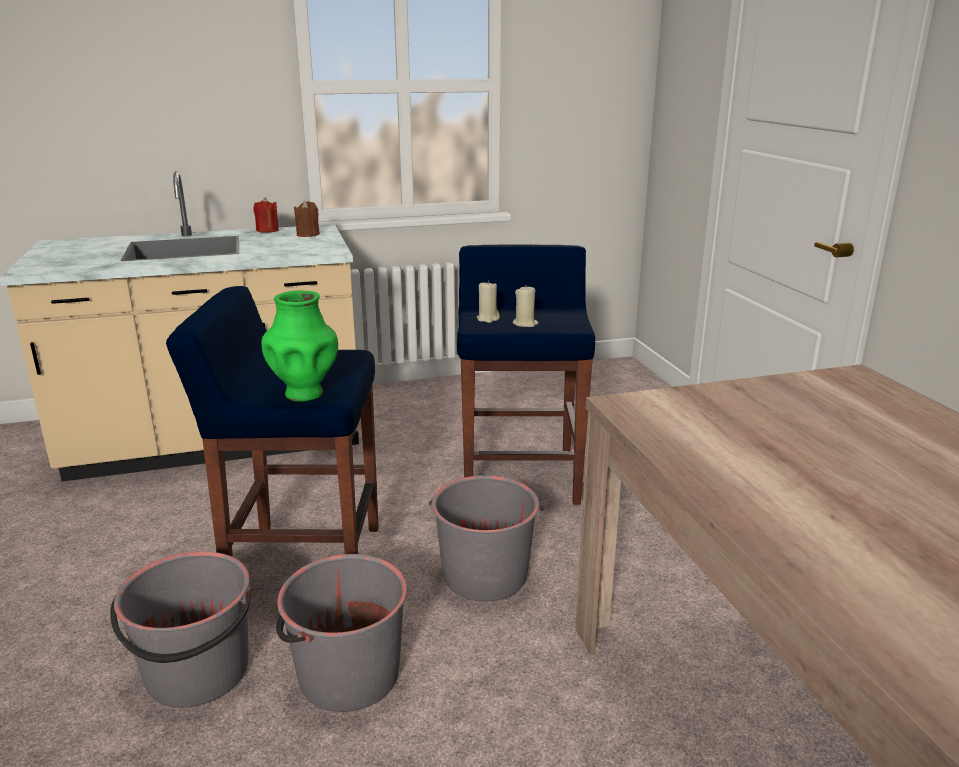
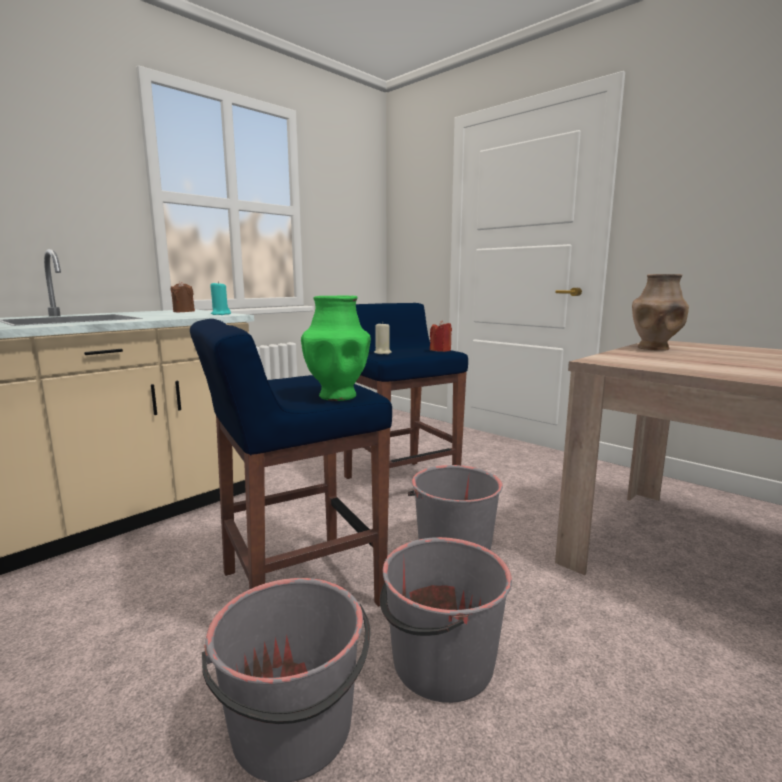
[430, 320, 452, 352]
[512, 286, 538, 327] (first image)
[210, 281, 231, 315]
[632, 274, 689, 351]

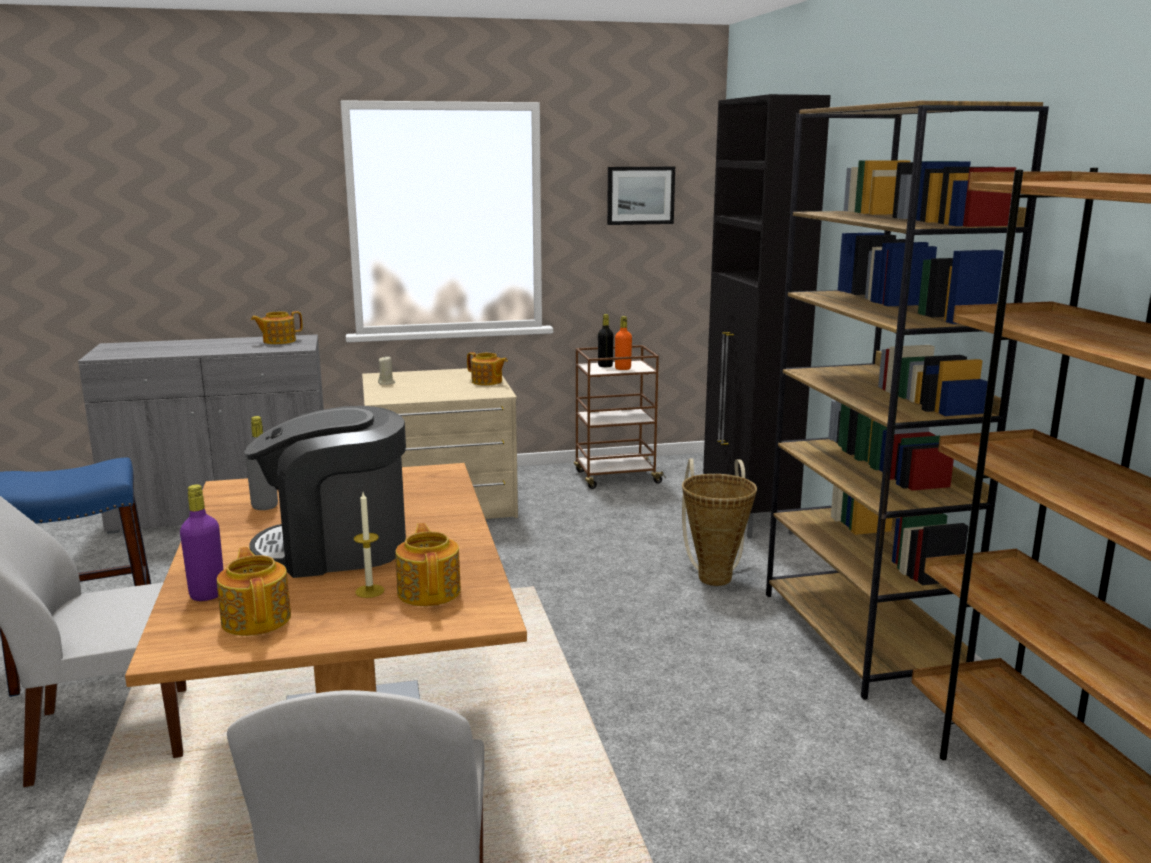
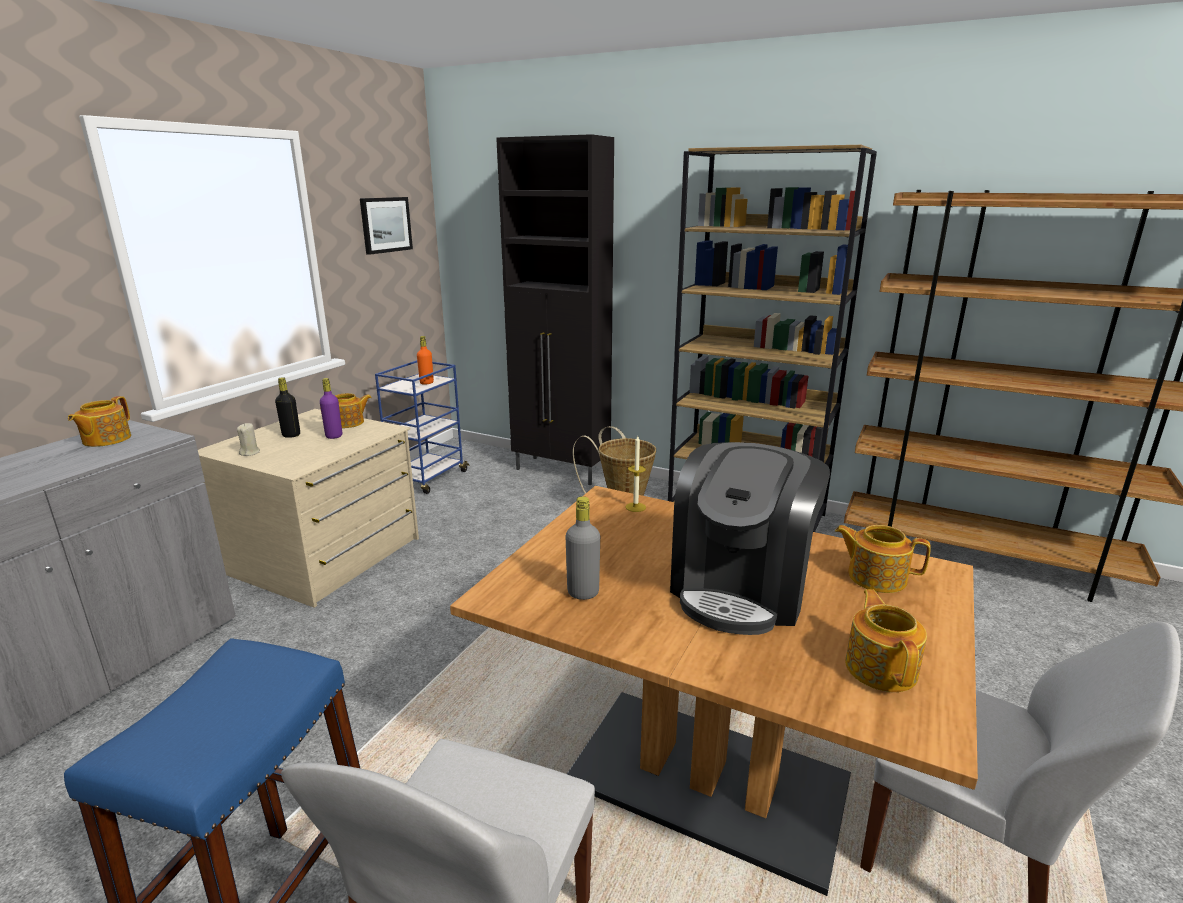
[320, 378, 342, 439]
[845, 589, 927, 692]
[626, 436, 646, 512]
[375, 360, 470, 494]
[275, 377, 300, 438]

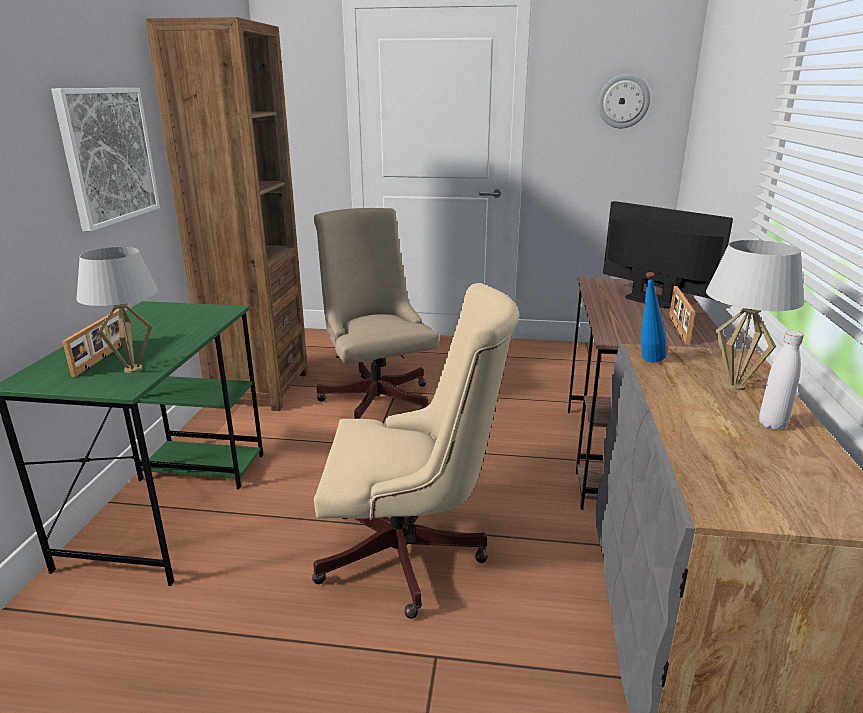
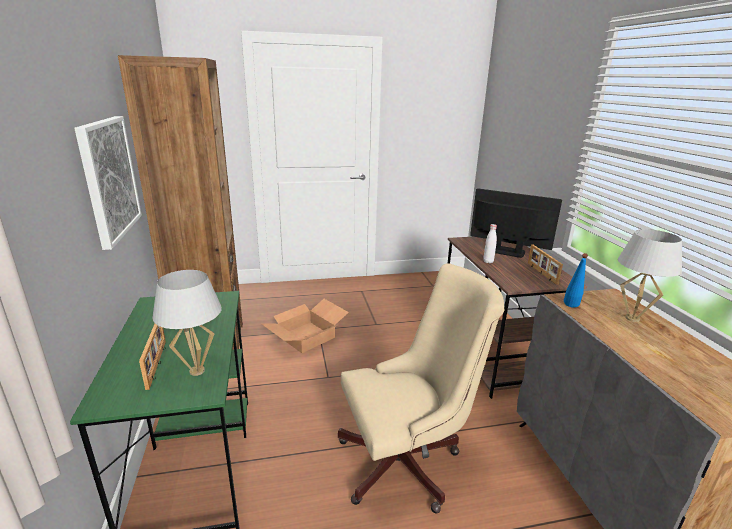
[261, 299, 349, 353]
[598, 74, 650, 128] (first image)
[483, 224, 497, 263]

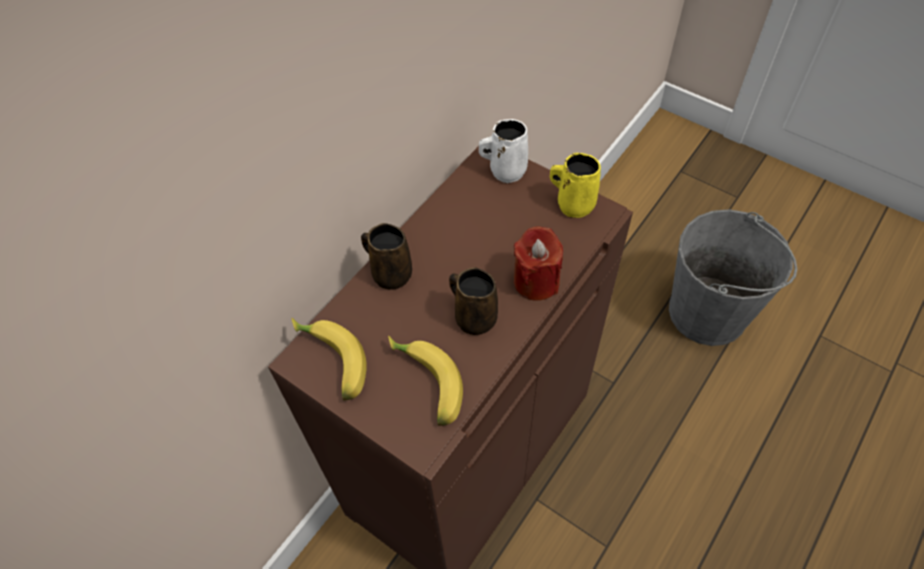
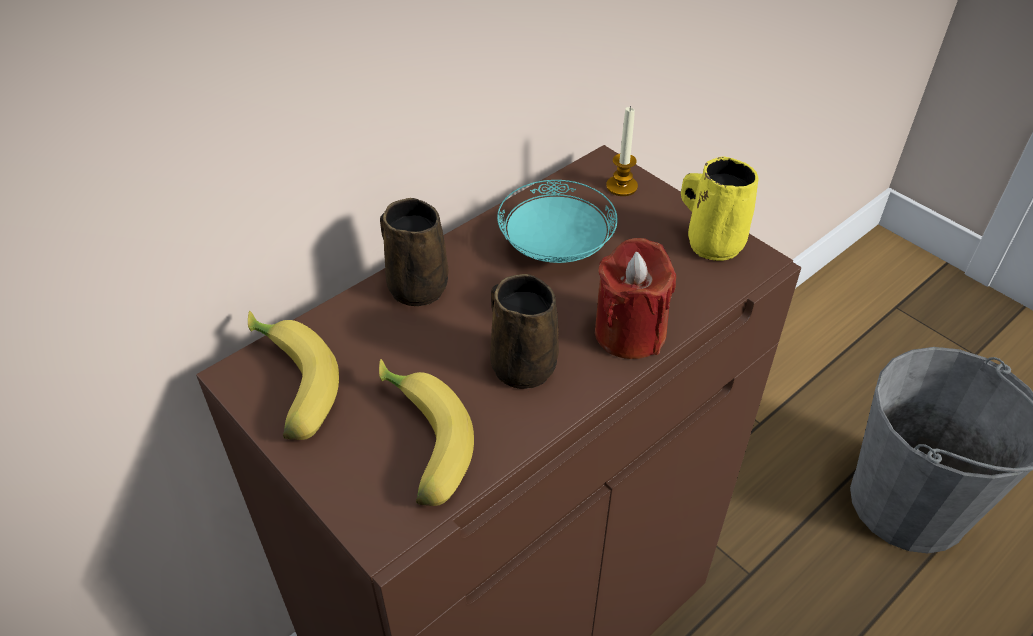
[606, 106, 638, 196]
[497, 180, 618, 263]

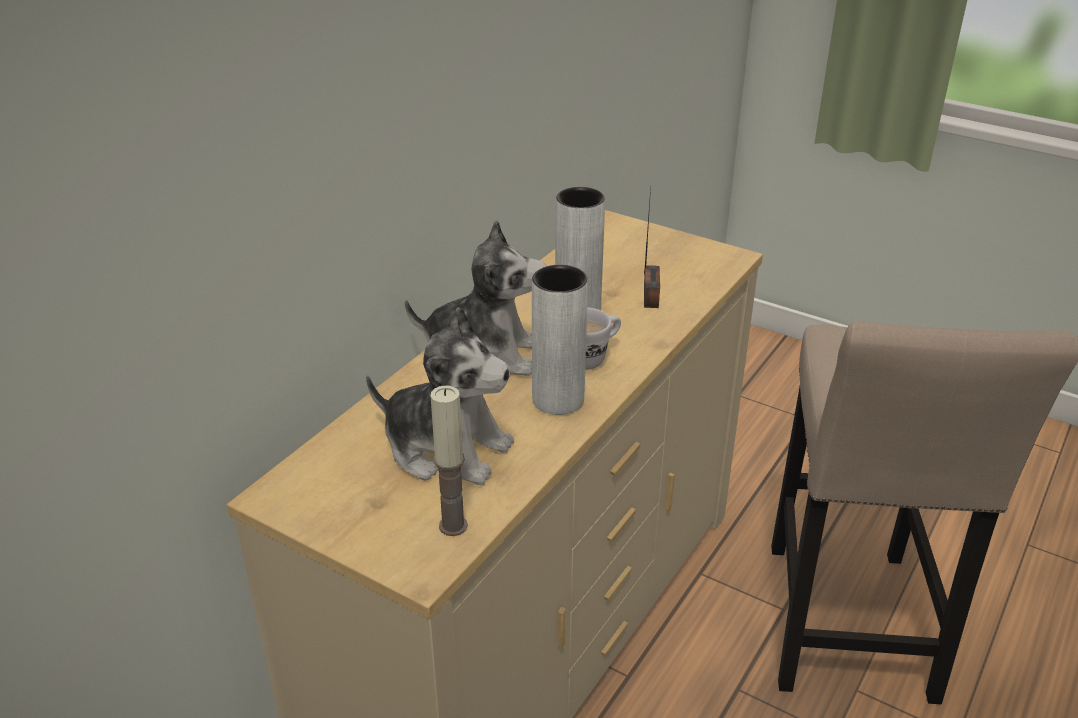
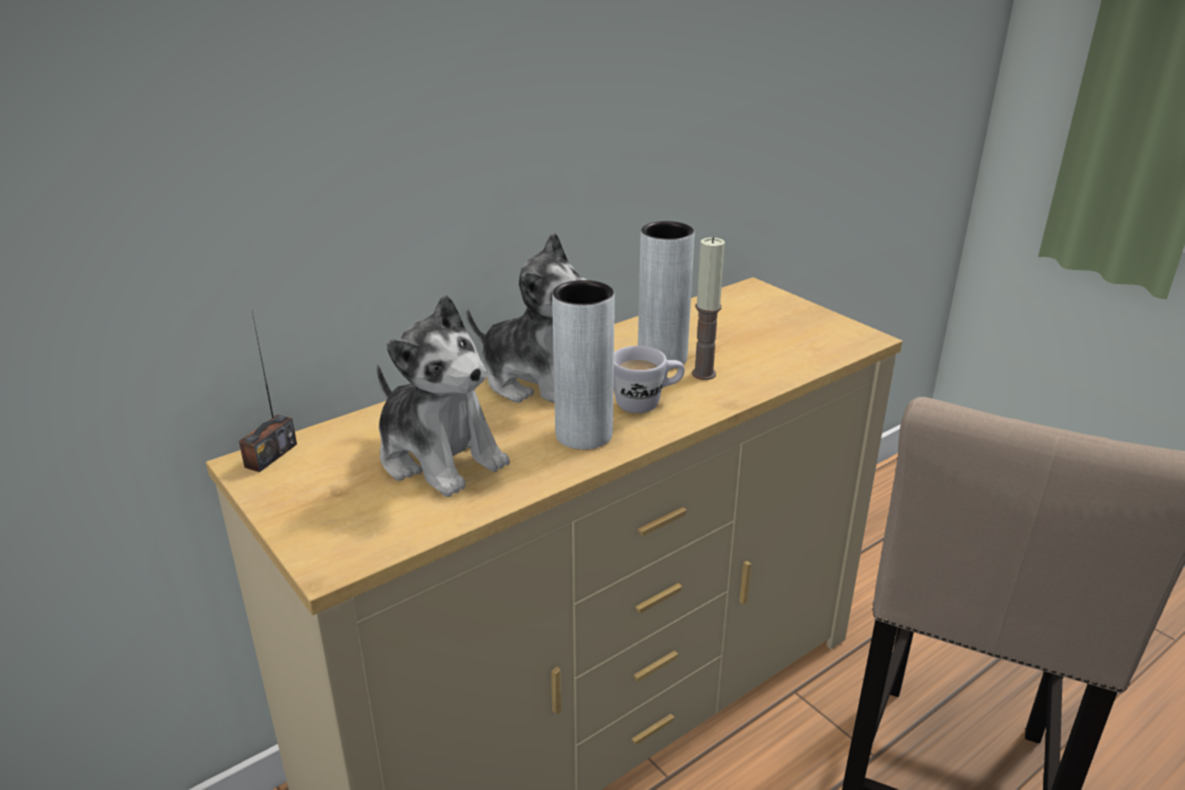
[692, 237, 725, 380]
[239, 312, 297, 472]

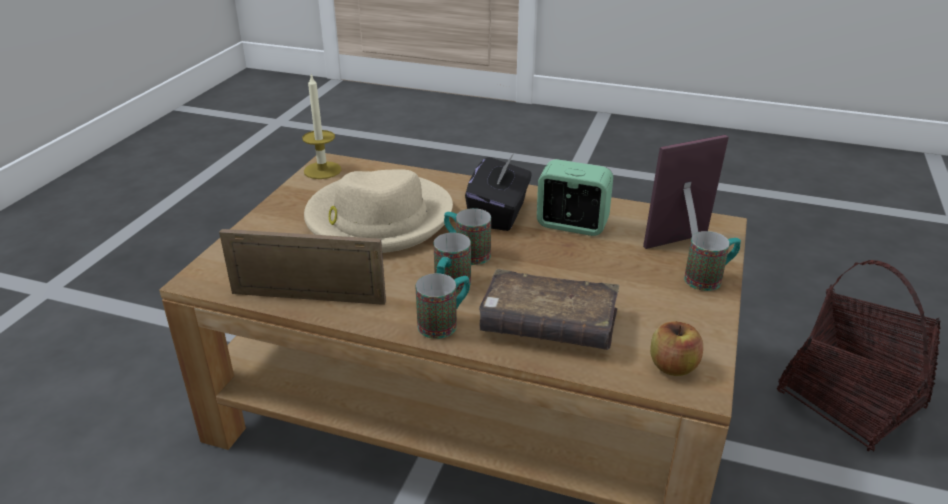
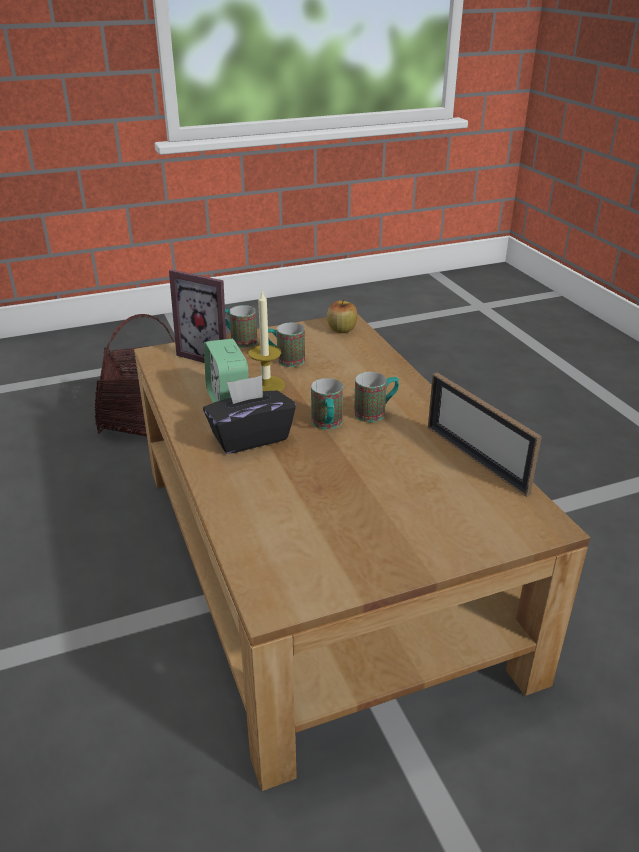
[248, 292, 285, 392]
[304, 169, 453, 253] (first image)
[268, 323, 305, 367]
[479, 269, 619, 350] (first image)

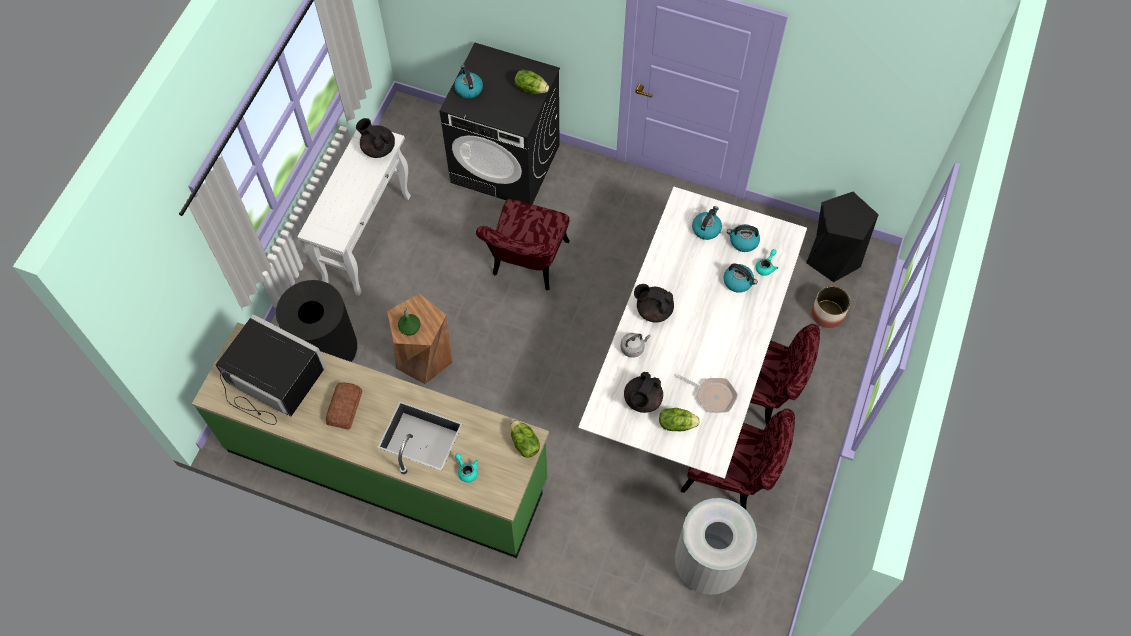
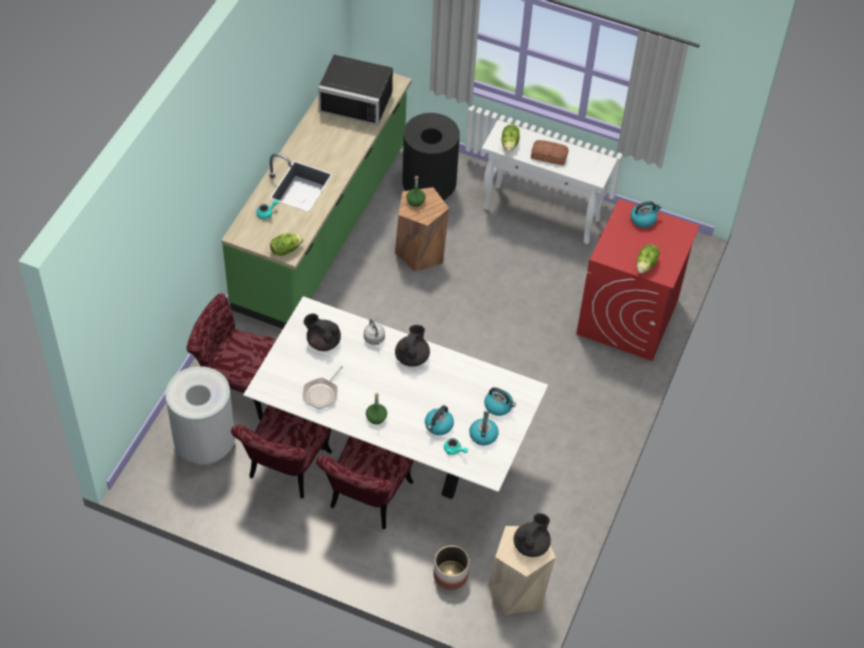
[318, 55, 393, 126]
[531, 140, 568, 165]
[513, 513, 551, 557]
[576, 199, 700, 361]
[187, 293, 276, 420]
[502, 125, 520, 153]
[488, 526, 556, 615]
[366, 393, 387, 424]

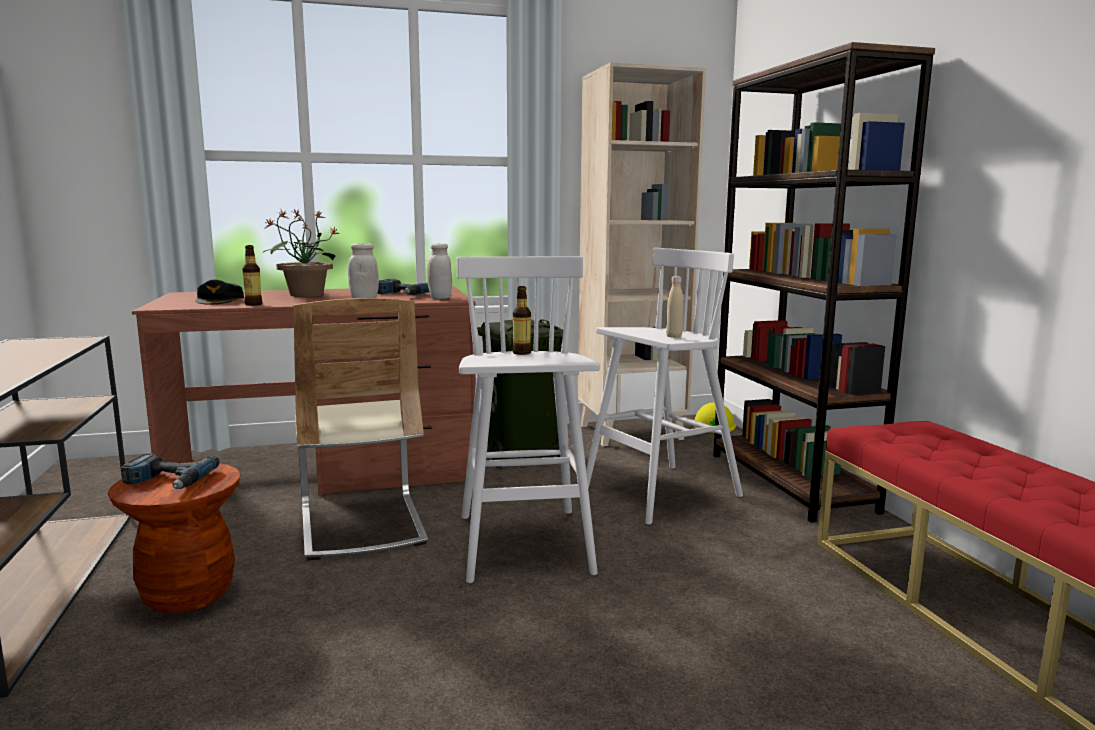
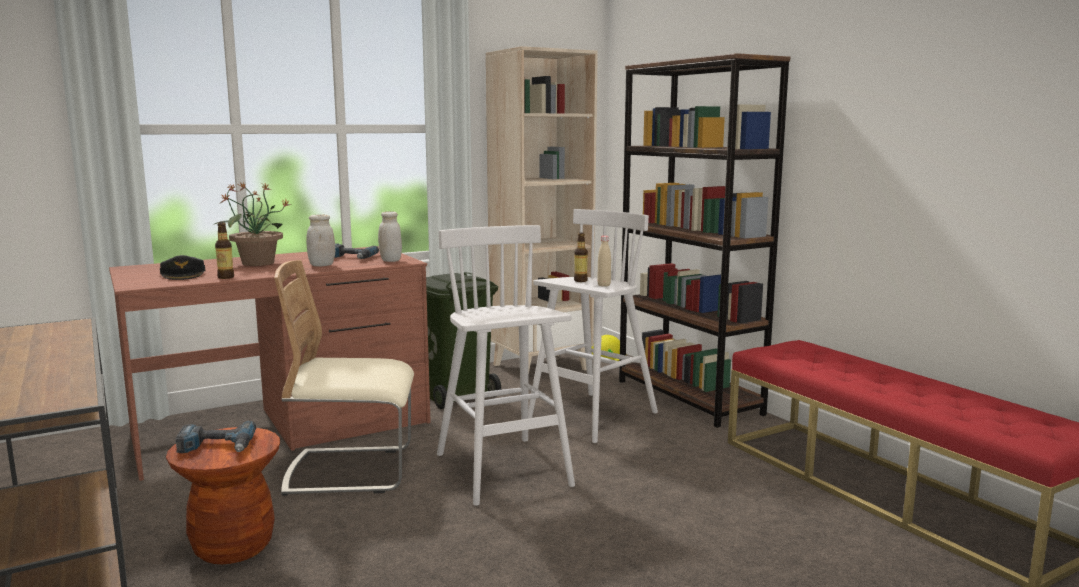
[274, 260, 414, 496]
[574, 233, 588, 282]

